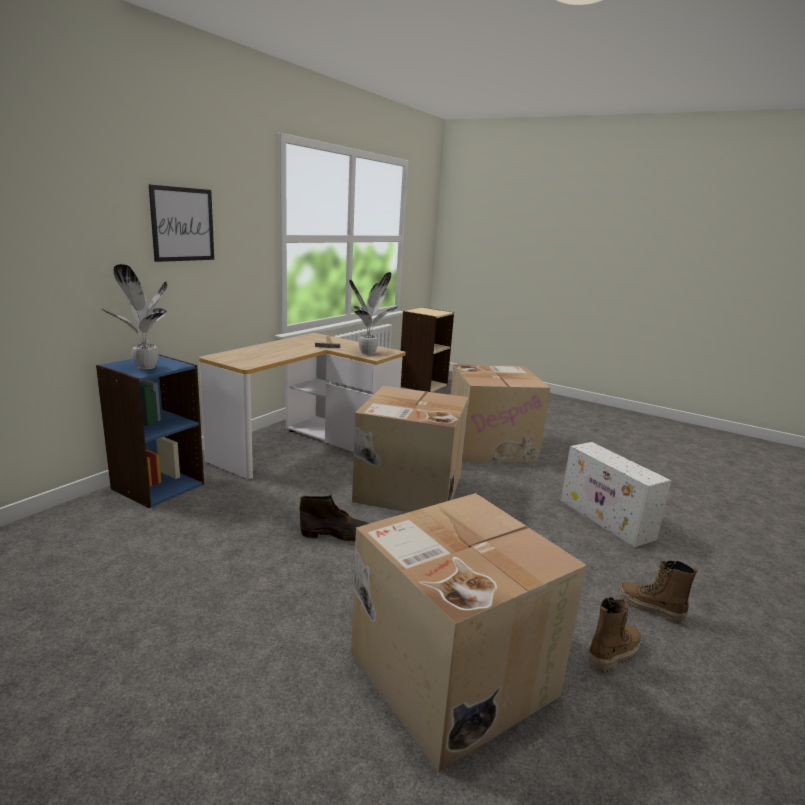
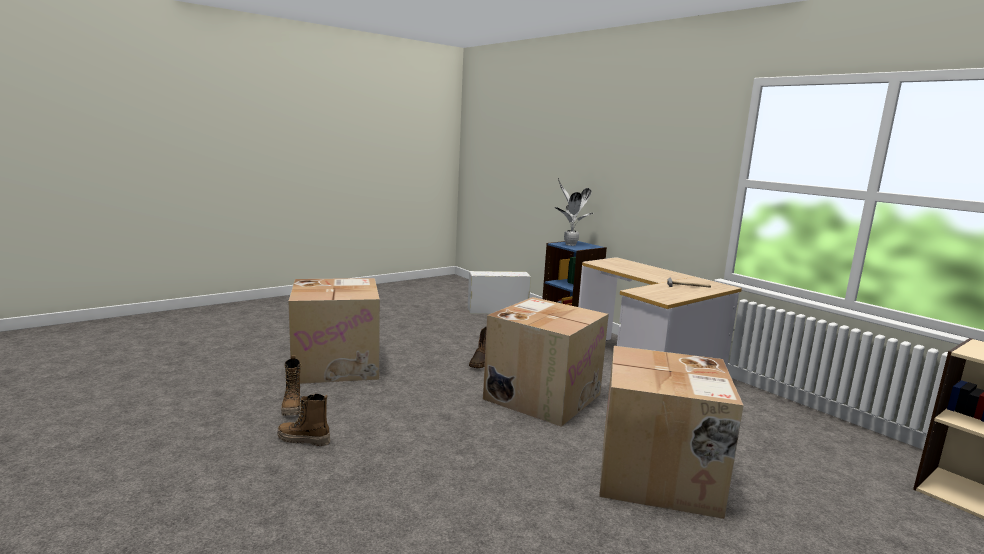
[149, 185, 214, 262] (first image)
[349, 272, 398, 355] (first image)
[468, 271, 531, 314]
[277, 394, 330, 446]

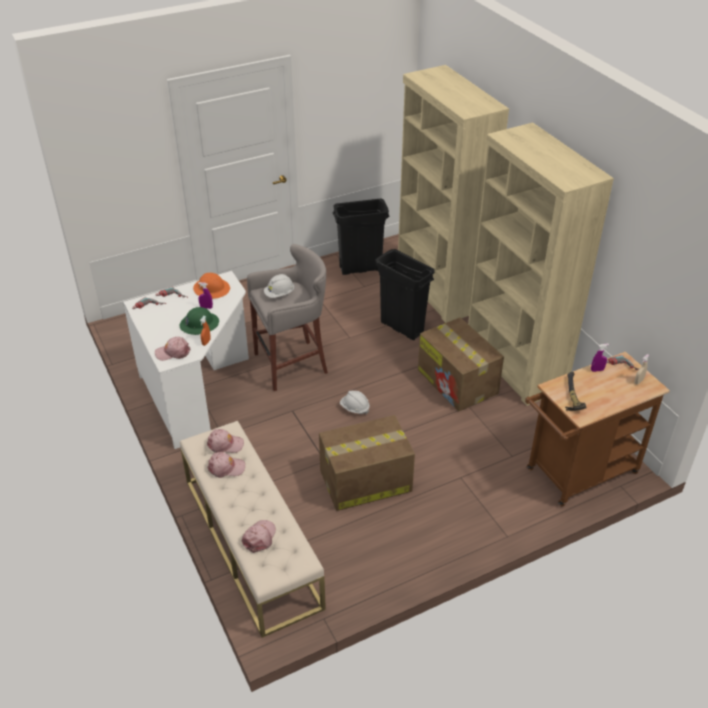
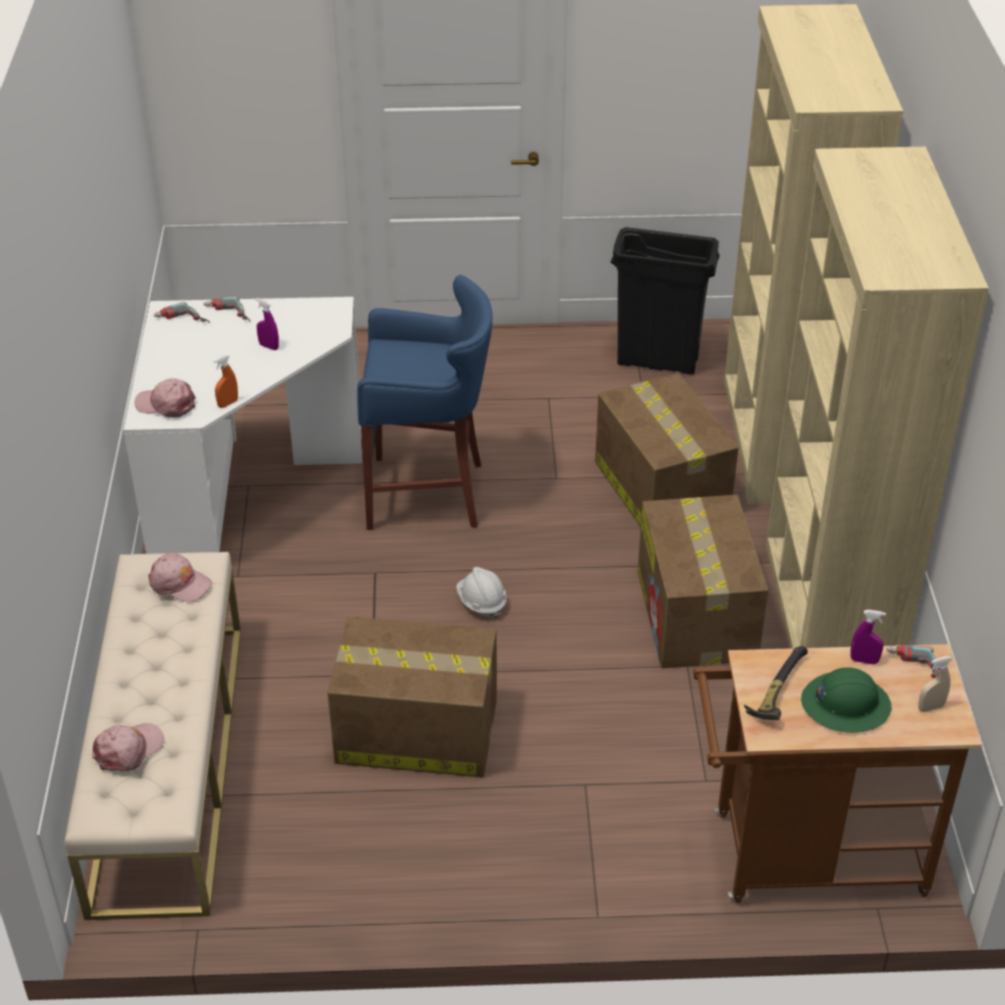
[801, 667, 892, 733]
[193, 273, 230, 299] (first image)
[207, 452, 246, 478] (first image)
[357, 275, 493, 530]
[264, 274, 294, 298] (first image)
[595, 373, 738, 527]

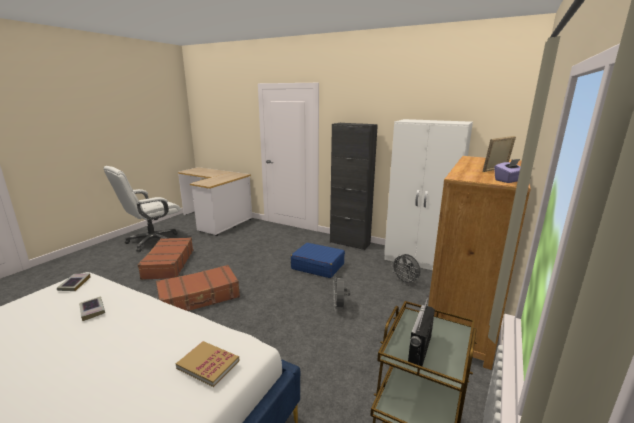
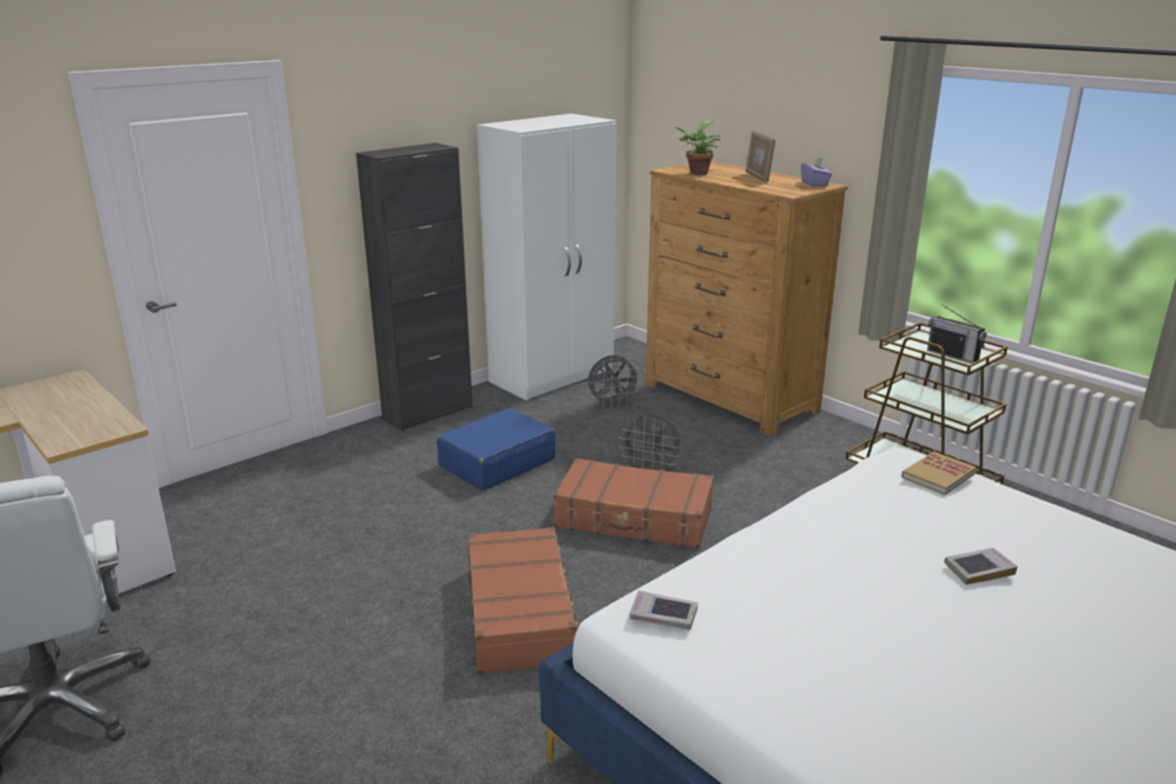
[944, 548, 1018, 585]
[553, 458, 714, 549]
[674, 121, 720, 175]

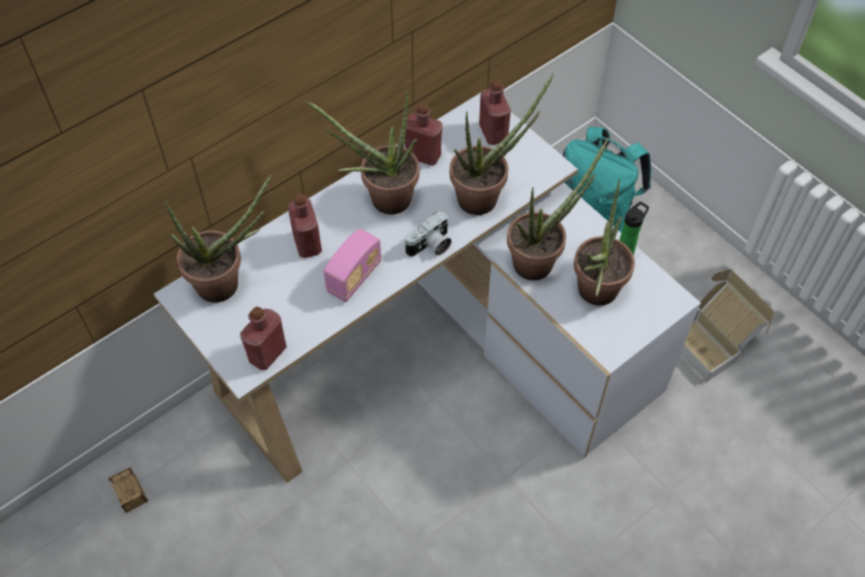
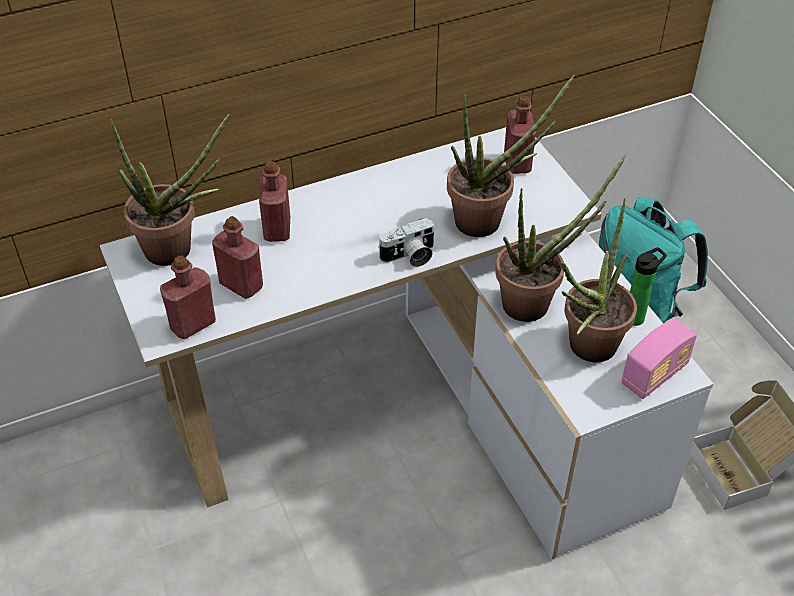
[109, 468, 148, 513] (first image)
[307, 90, 420, 214] (first image)
[621, 319, 697, 399]
[212, 216, 263, 299]

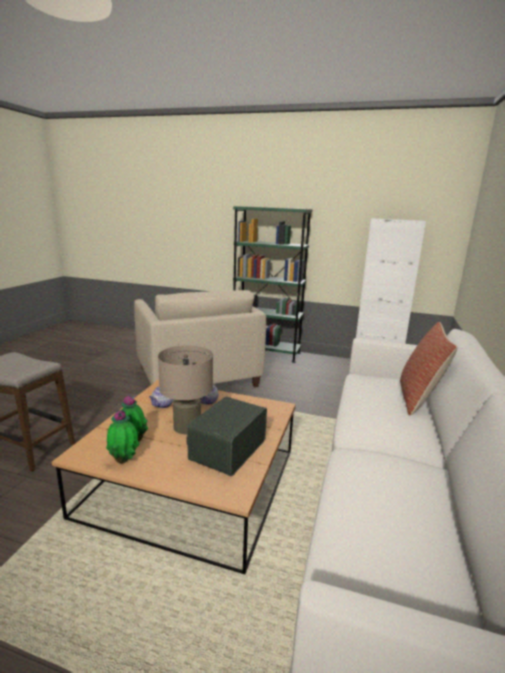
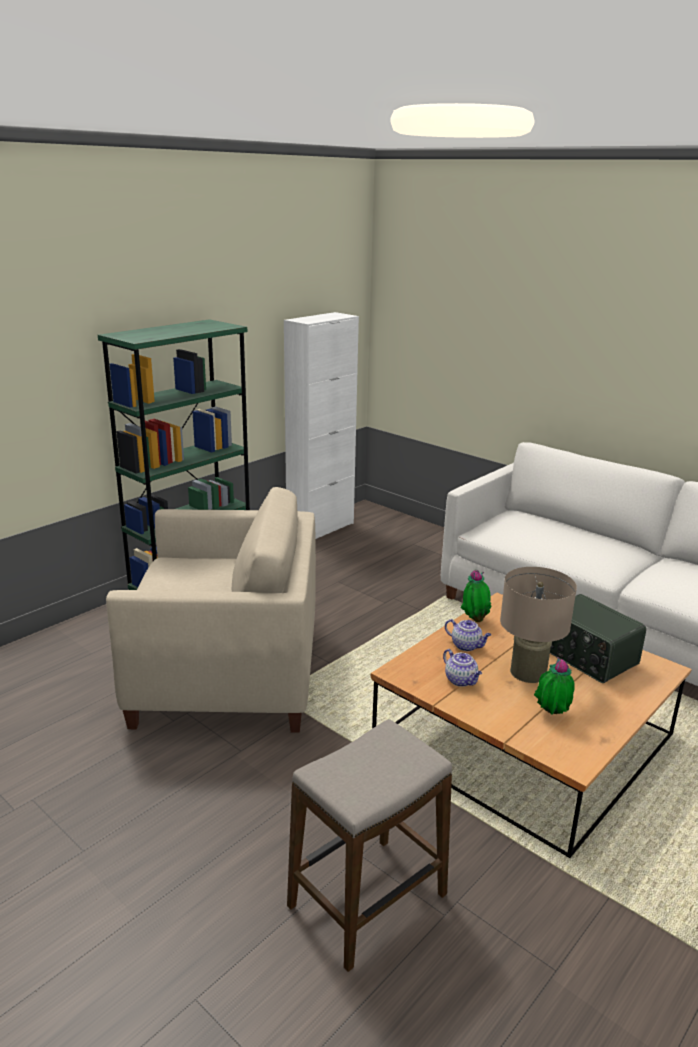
[461, 570, 492, 622]
[400, 322, 458, 415] (first image)

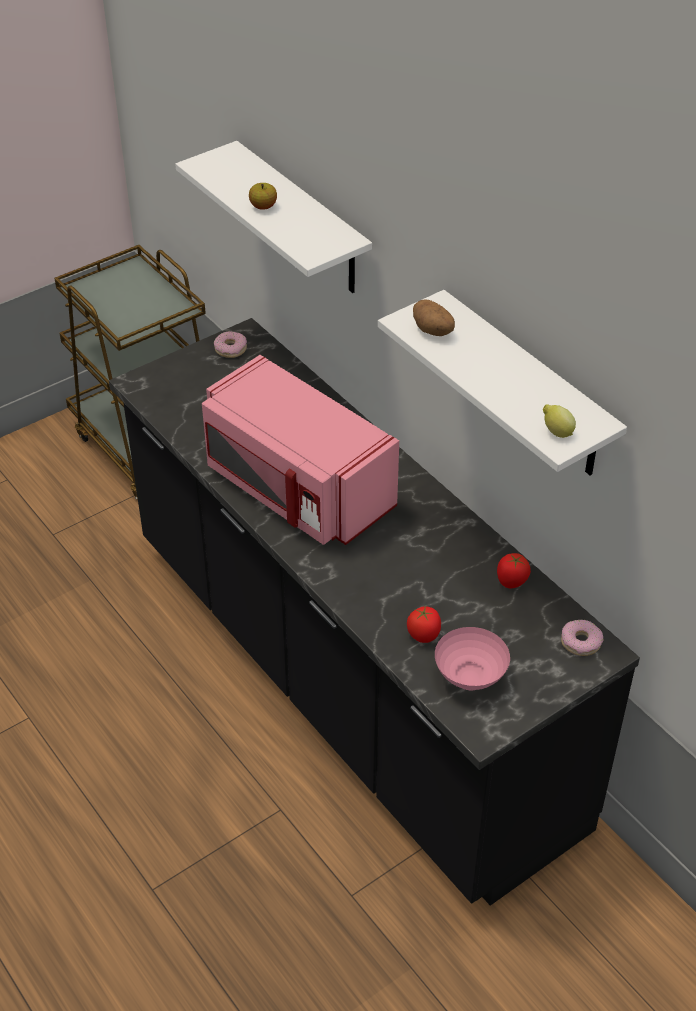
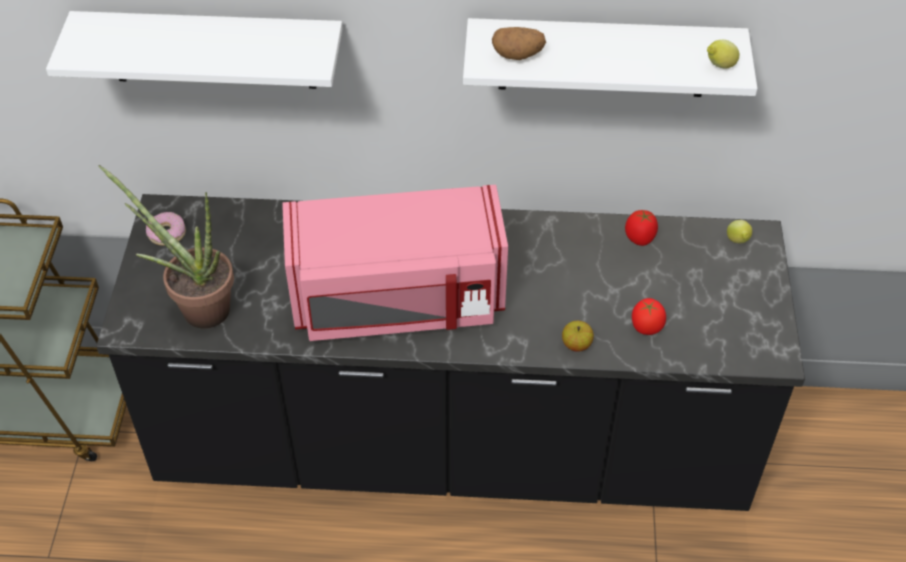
[562, 321, 594, 352]
[435, 627, 510, 690] (first image)
[727, 220, 752, 243]
[99, 165, 234, 329]

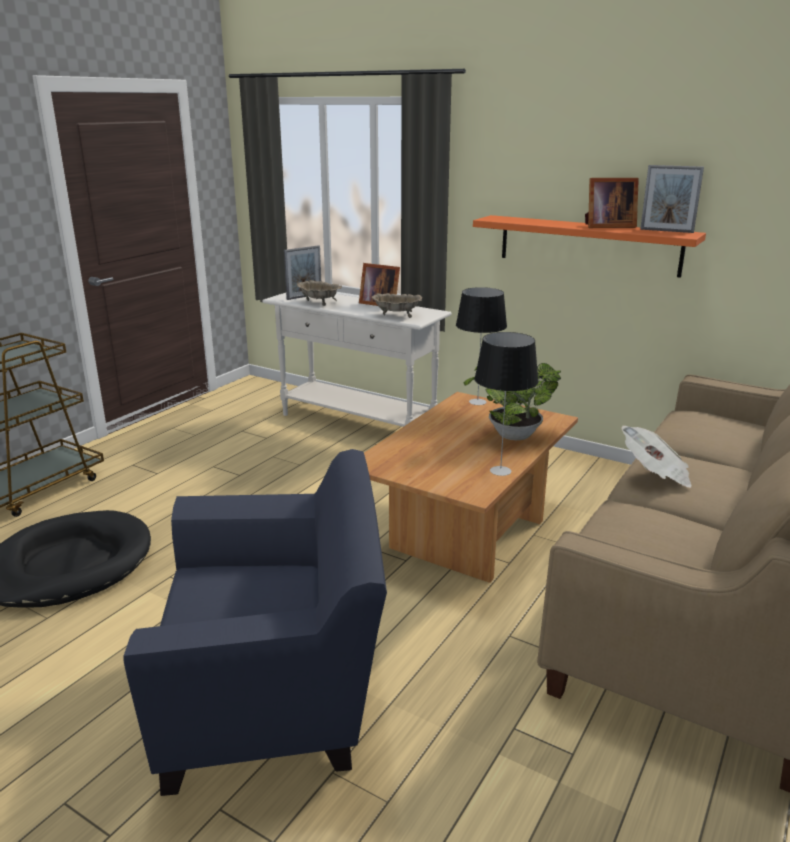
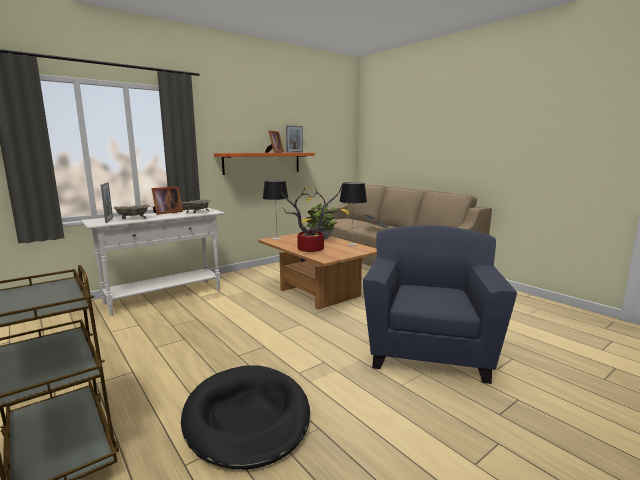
[277, 185, 349, 252]

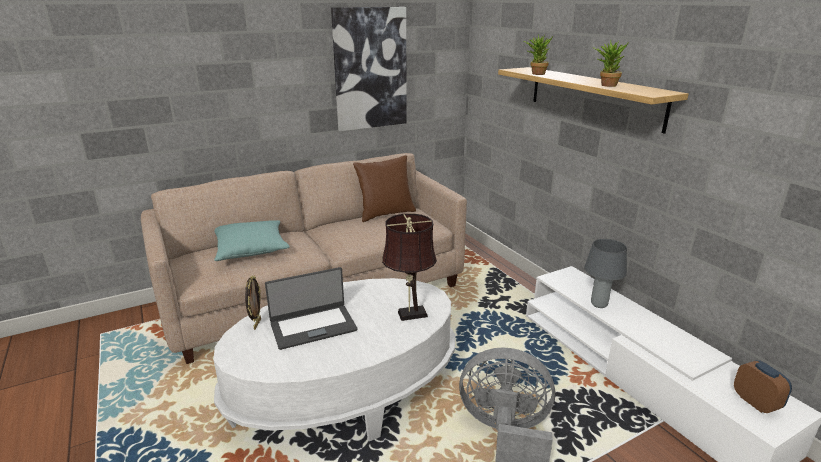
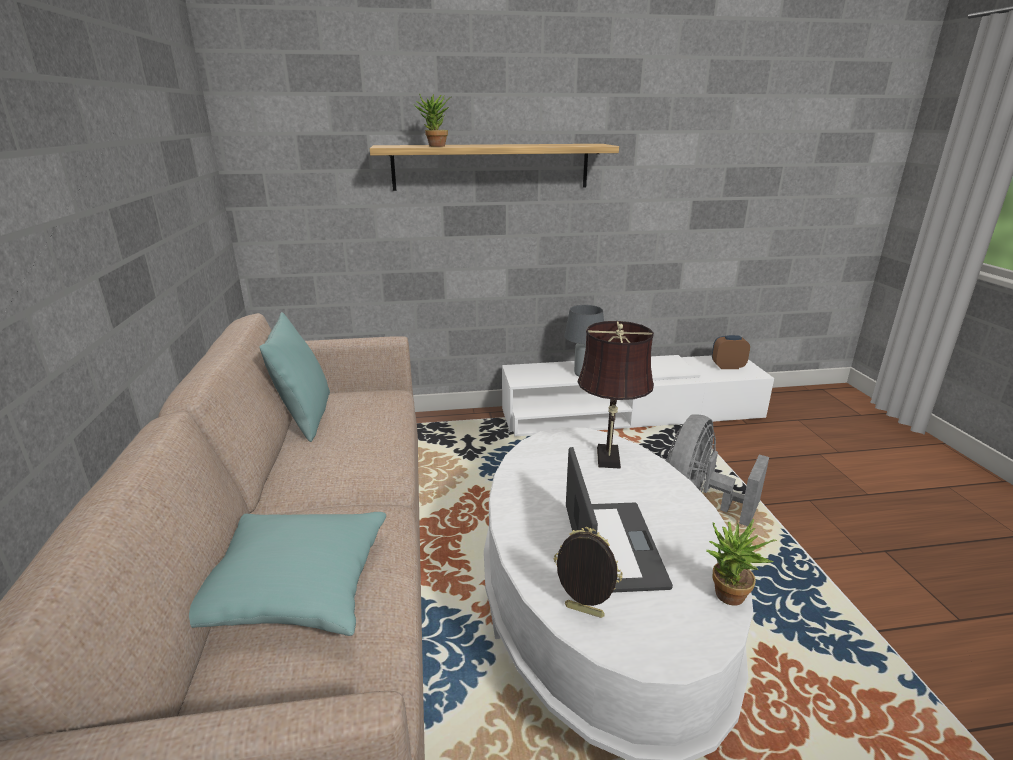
[331, 7, 407, 131] (first image)
[260, 312, 330, 442]
[706, 519, 777, 606]

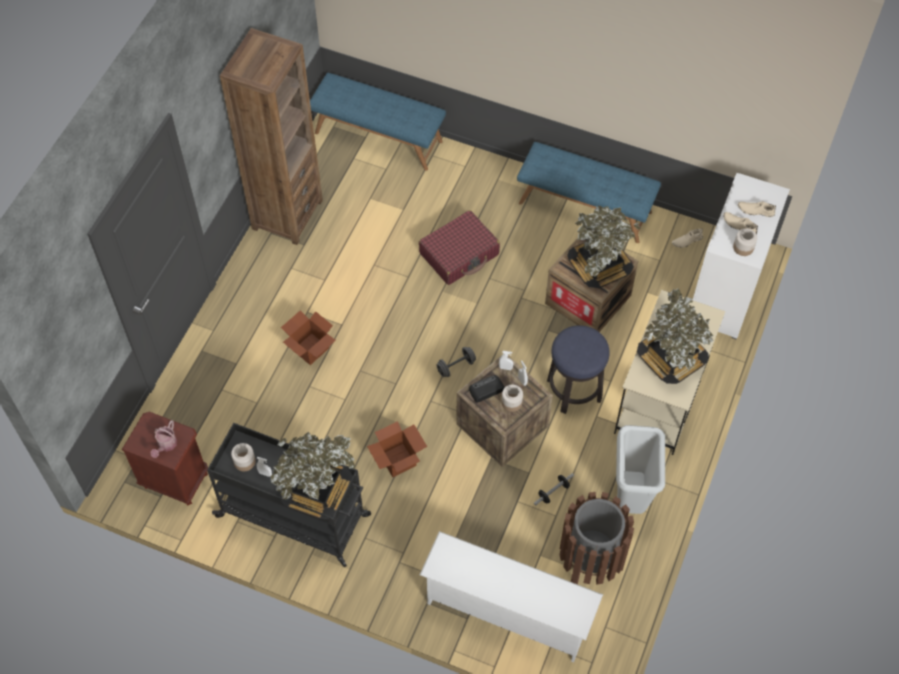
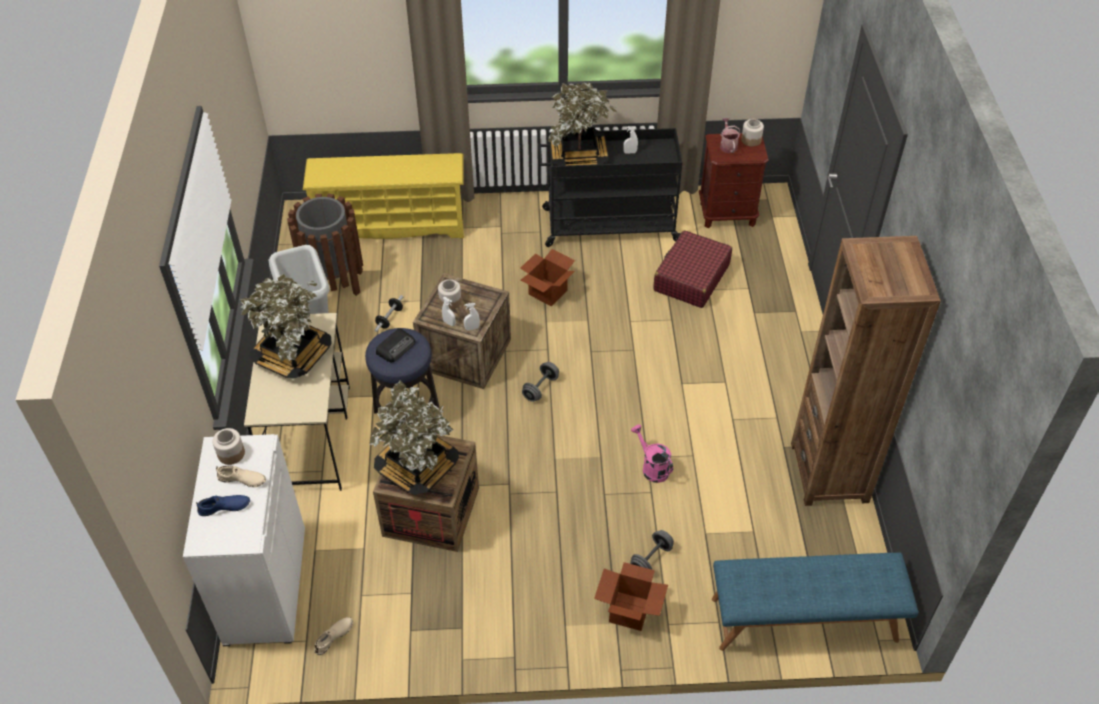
[741, 119, 764, 147]
[594, 562, 668, 631]
[653, 230, 732, 308]
[303, 153, 464, 239]
[376, 328, 415, 362]
[517, 142, 661, 243] (first image)
[196, 495, 250, 516]
[630, 530, 674, 570]
[631, 425, 673, 483]

